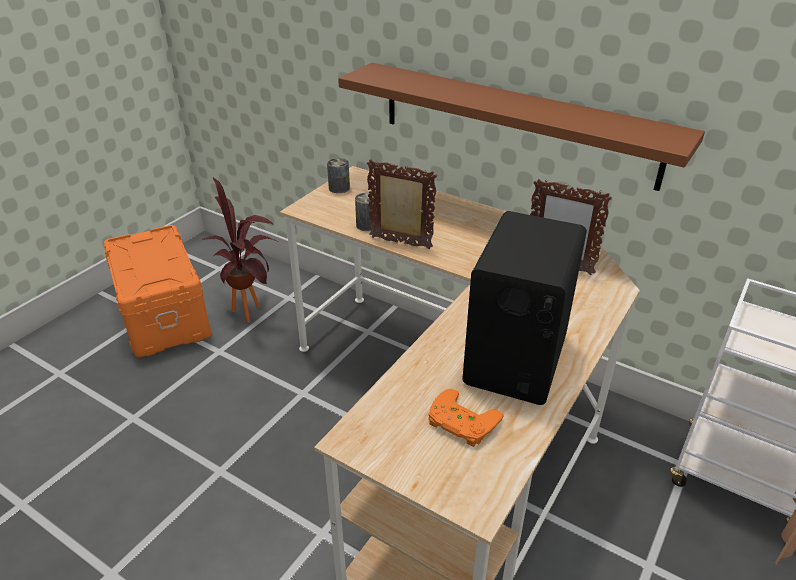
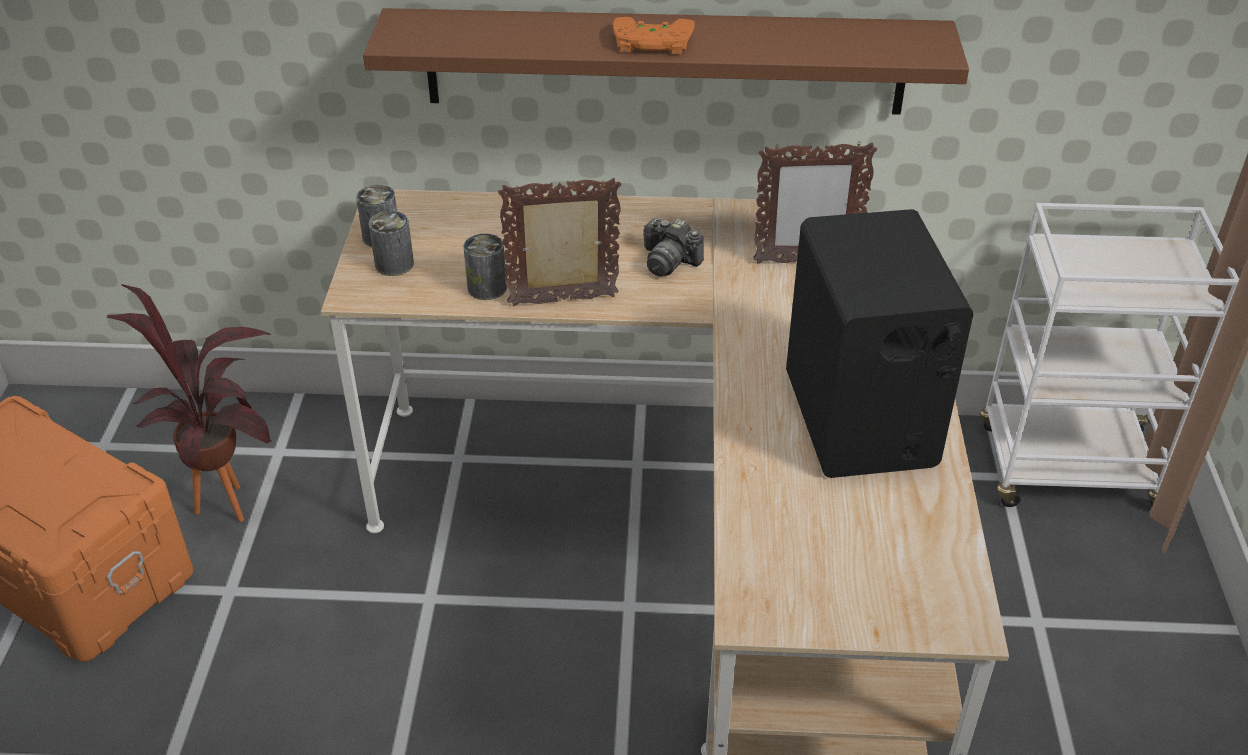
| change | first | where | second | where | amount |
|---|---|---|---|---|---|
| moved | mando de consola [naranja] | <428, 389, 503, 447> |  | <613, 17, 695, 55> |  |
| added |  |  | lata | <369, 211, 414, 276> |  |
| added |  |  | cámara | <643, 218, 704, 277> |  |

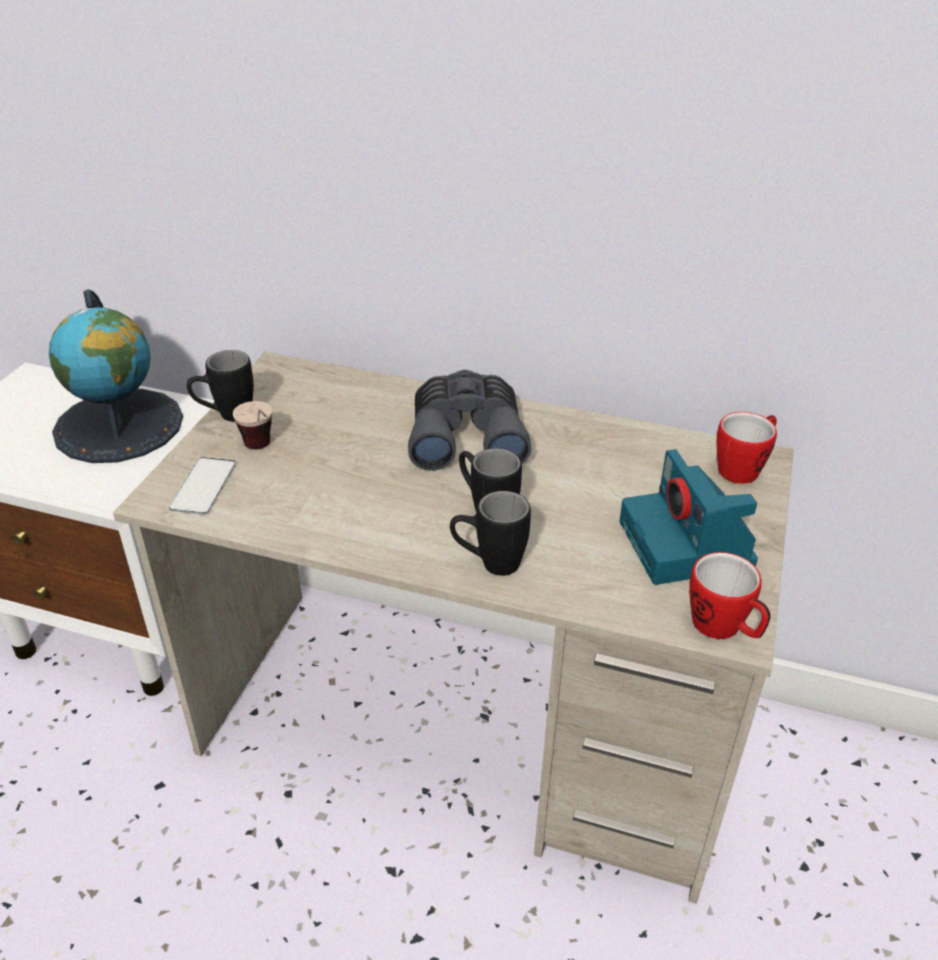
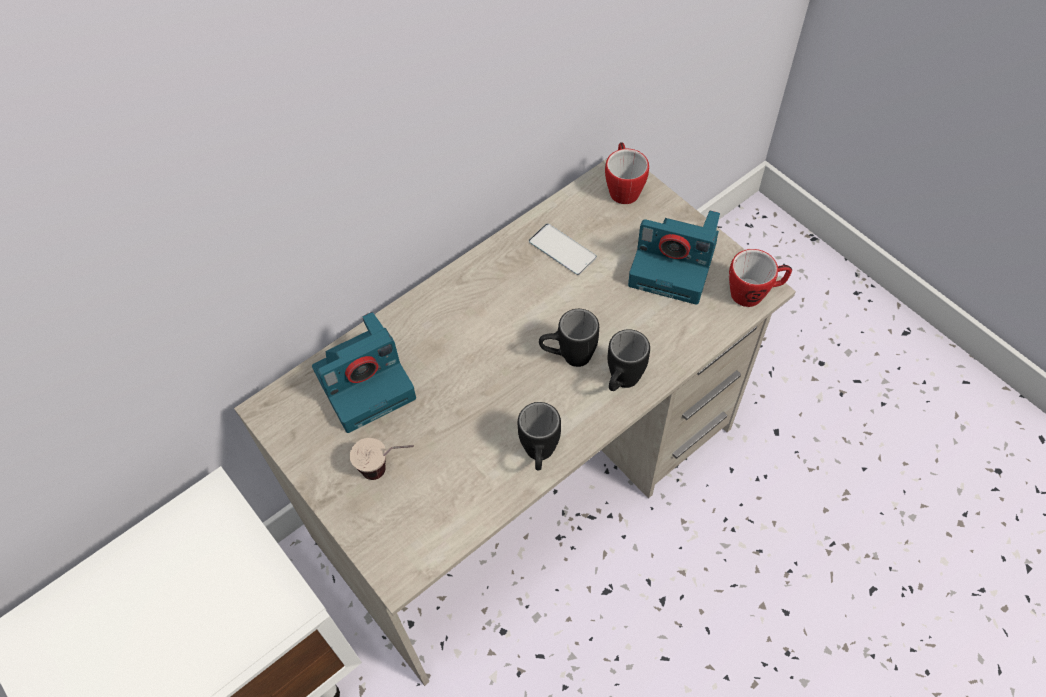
| change | first | where | second | where | amount |
|---|---|---|---|---|---|
| removed | globo terráqueo | <49, 289, 183, 463> |  |  |  |
| moved | móvil | <169, 457, 236, 514> |  | <529, 224, 597, 275> |  |
| moved | taza grande [negro] | <187, 350, 254, 422> |  | <518, 402, 561, 470> |  |
| removed | prismáticos [gris] | <408, 370, 532, 471> |  |  |  |
| added |  |  | cámara | <312, 312, 416, 433> |  |

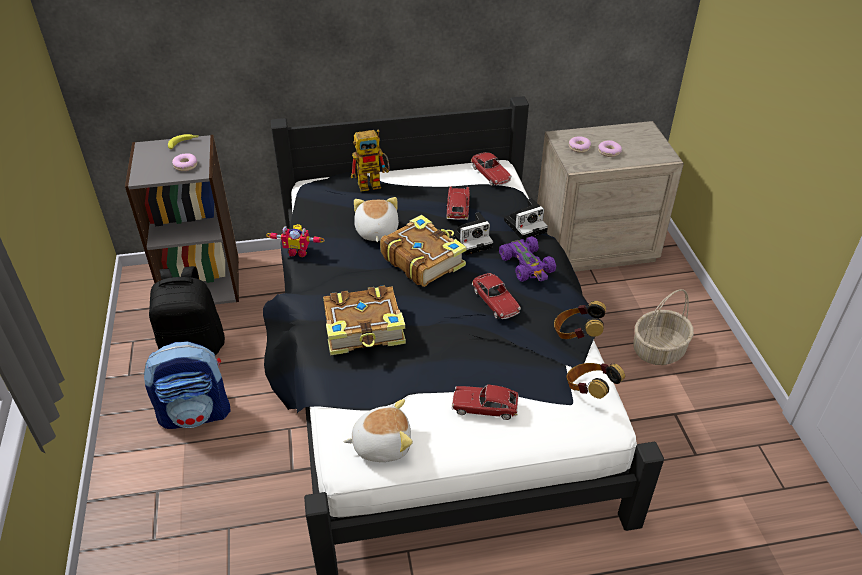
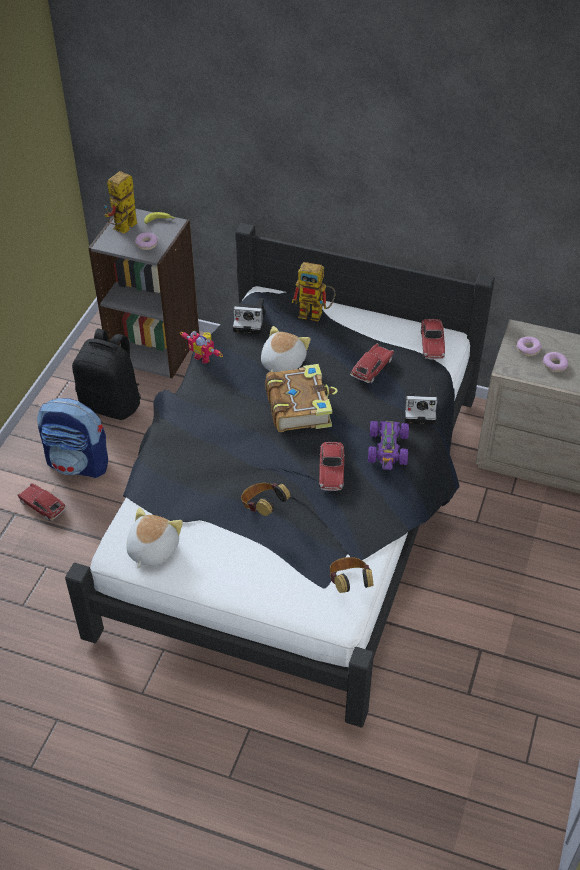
| change | first | where | second | where | amount |
|---|---|---|---|---|---|
| removed | libro | <323, 285, 406, 355> |  |  |  |
| turned | peluche | <344, 399, 413, 462> |  | <126, 508, 183, 569> | 90 degrees counterclockwise |
| moved | cámara | <452, 212, 493, 255> |  | <233, 298, 265, 334> |  |
| moved | coche de juguete | <452, 385, 519, 420> |  | <17, 483, 67, 521> |  |
| moved | auriculares | <554, 301, 606, 339> |  | <241, 483, 291, 516> |  |
| removed | cesta | <633, 289, 694, 365> |  |  |  |
| added |  |  | robot de juguete | <104, 171, 138, 233> |  |

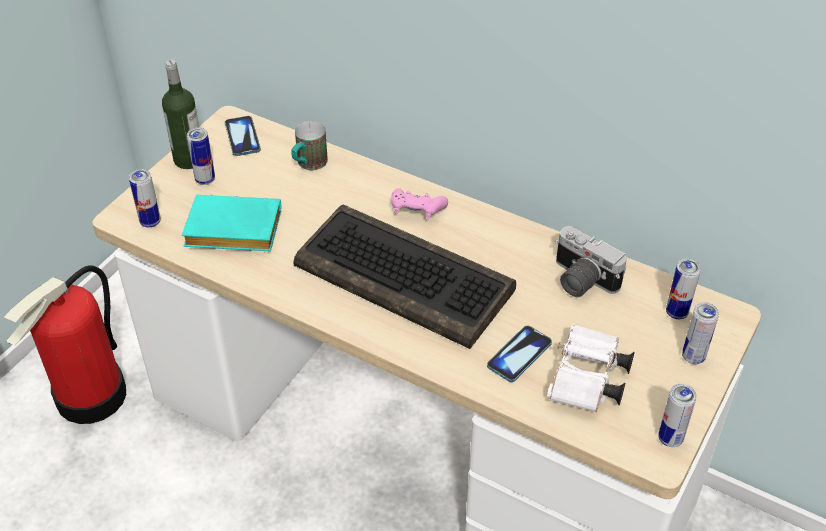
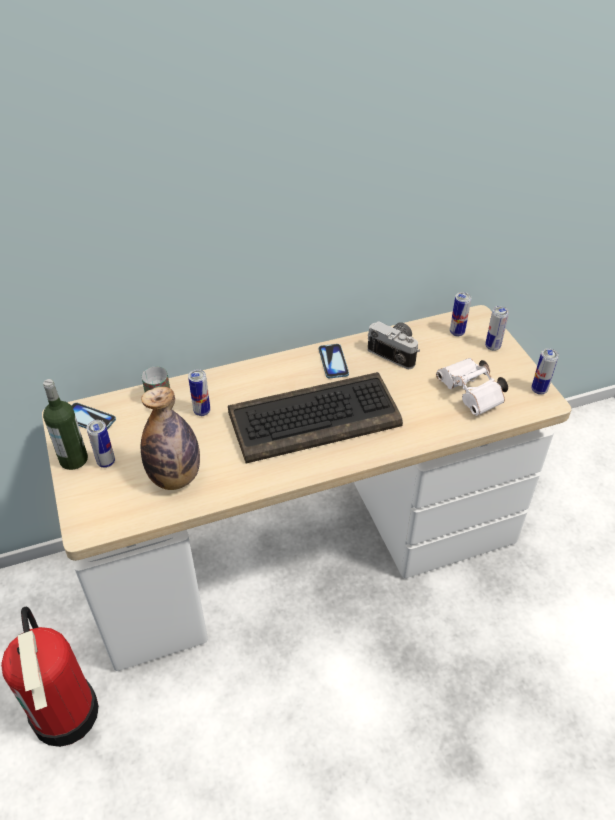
| change | first | where | second | where | amount |
|---|---|---|---|---|---|
| moved | lata | <129, 169, 161, 228> |  | <188, 369, 210, 416> |  |
| replaced | libro [turquesa] | <182, 195, 281, 252> | botella | <141, 387, 200, 490> |  |
| removed | mando de consola [rosa] | <391, 188, 448, 219> |  |  |  |
| moved | móvil | <487, 325, 552, 382> |  | <319, 344, 349, 378> |  |
| turned | cámara | <555, 226, 627, 297> |  | <368, 321, 420, 369> | 135 degrees counterclockwise |

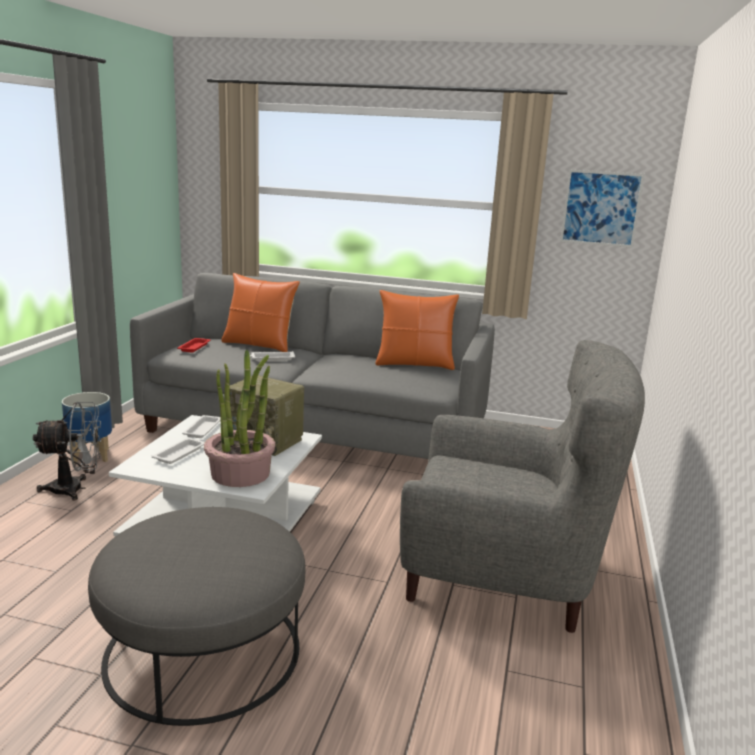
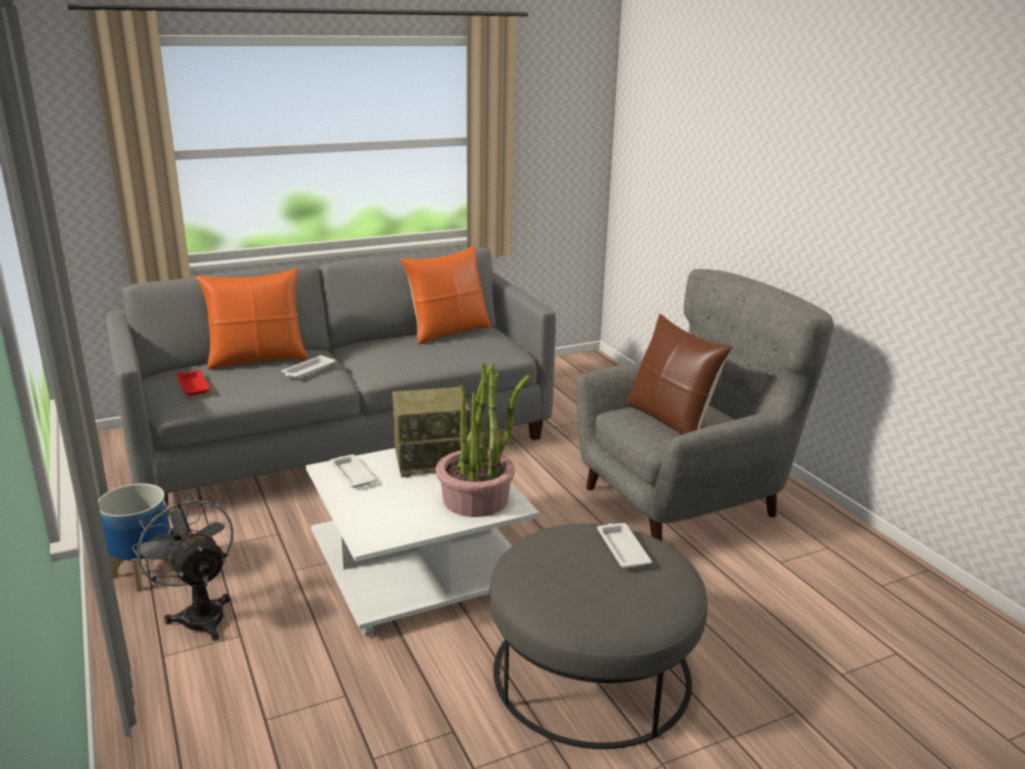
| change | first | where | second | where | amount |
|---|---|---|---|---|---|
| turned | ventilador [gris] | <33, 402, 102, 500> |  | <132, 493, 233, 641> | 75 degrees counterclockwise |
| moved | bandeja [blanco] | <152, 438, 205, 464> |  | <597, 523, 652, 568> |  |
| removed | cuadro | <560, 169, 645, 248> |  |  |  |
| added |  |  | cojín [marrón] | <626, 314, 732, 435> |  |

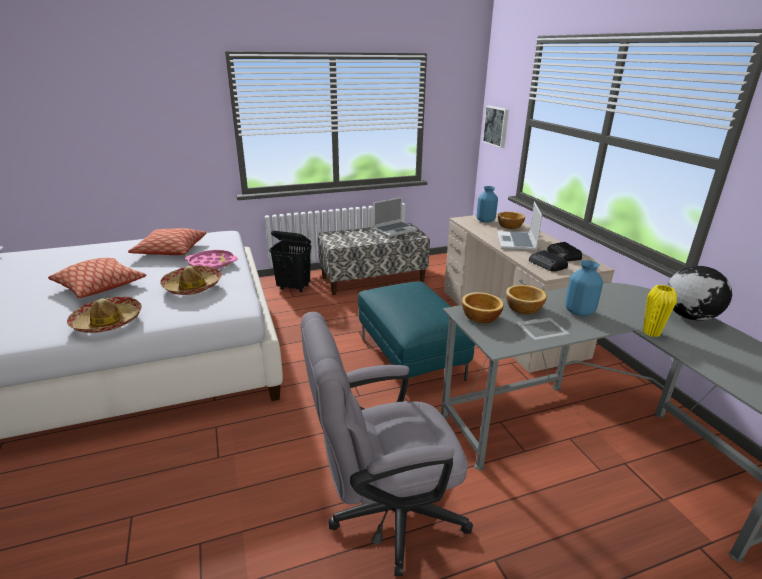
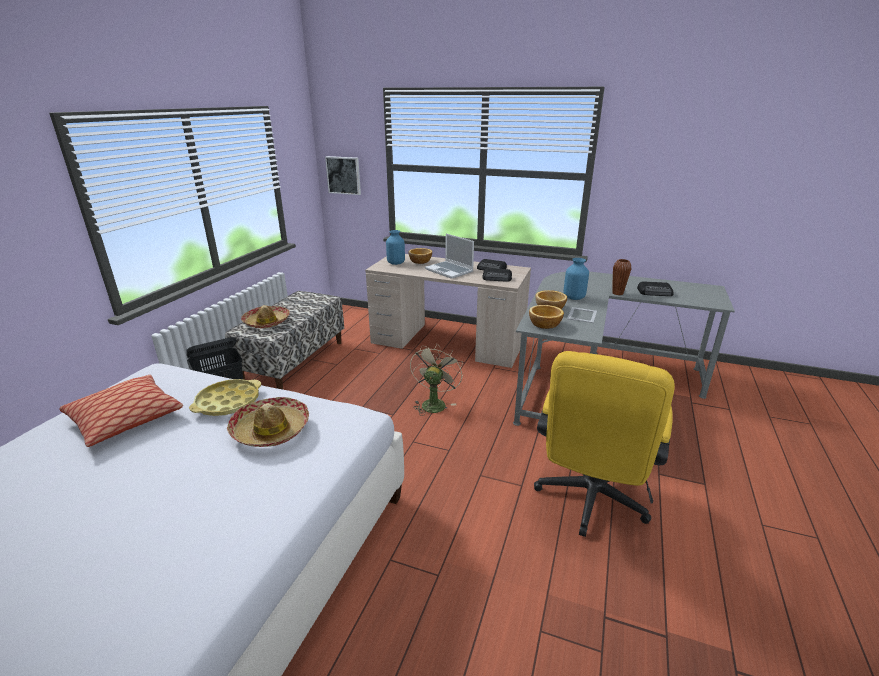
| change | first | where | second | where | amount |
|---|---|---|---|---|---|
| removed | cojín | <48, 258, 146, 298> |  |  |  |
| moved | sombrero | <67, 297, 142, 333> |  | <241, 305, 290, 328> |  |
| recoloured | bandeja [rosa] | <185, 250, 238, 270> | bandeja [amarillo] | <189, 379, 261, 416> |  |
| recoloured | silla de oficina [gris] | <301, 312, 473, 576> | silla de oficina [amarillo] | <534, 351, 675, 537> |  |
| replaced | puf [turquesa] | <358, 281, 475, 381> | ventilador [beis] | <410, 343, 463, 416> |  |
| removed | portátil | <373, 197, 417, 237> |  |  |  |
| recoloured | florero [amarillo] | <643, 285, 677, 337> | florero [marrón] | <612, 259, 631, 295> |  |
| removed | globo terráqueo | <667, 266, 732, 321> |  |  |  |
| added |  |  | radio | <637, 282, 674, 296> |  |

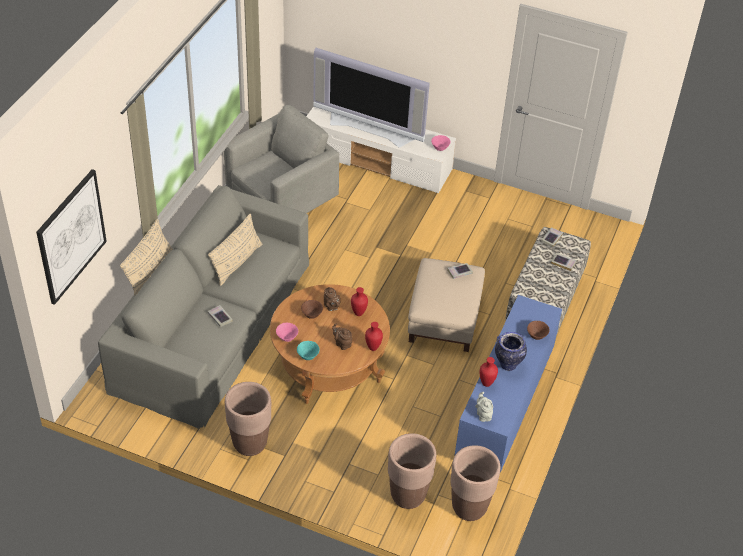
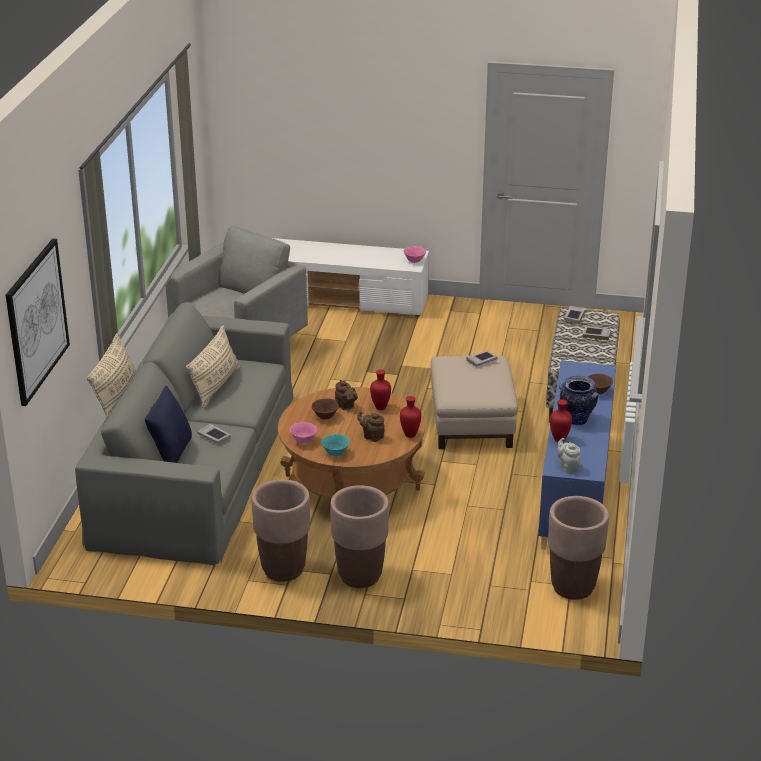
| change | first | where | second | where | amount |
|---|---|---|---|---|---|
| removed | televisor | <313, 48, 430, 147> |  |  |  |
| moved | maceta [marrón] | <388, 433, 436, 509> |  | <330, 485, 389, 588> |  |
| added |  |  | cojín [azul] | <144, 386, 192, 463> |  |

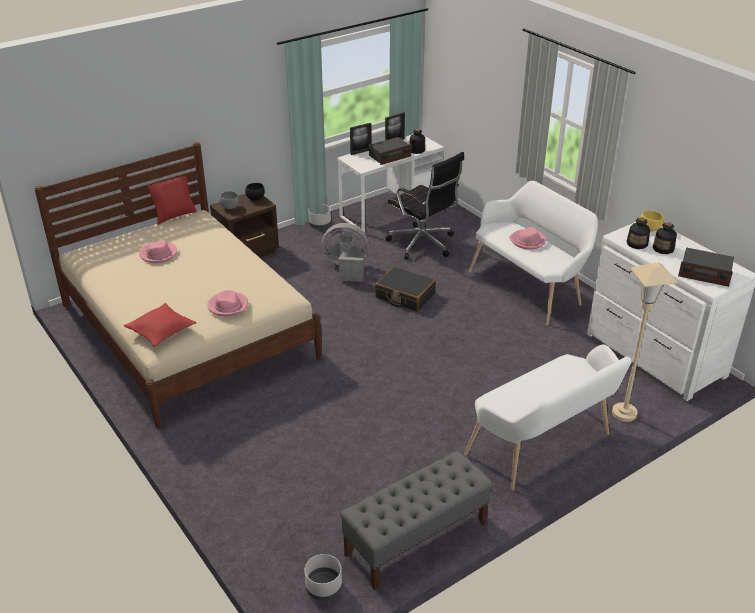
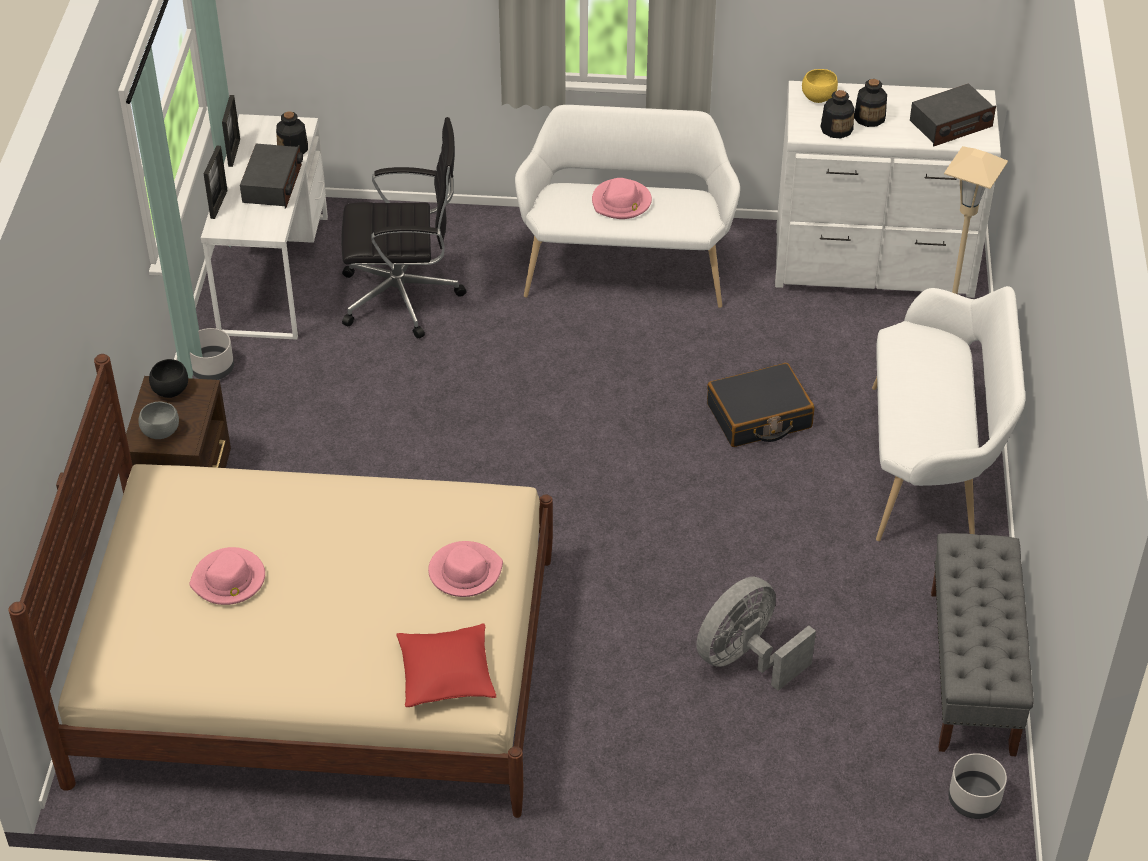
| change | first | where | second | where | amount |
|---|---|---|---|---|---|
| removed | cojín [rojo] | <147, 176, 197, 225> |  |  |  |
| moved | ventilador [gris] | <322, 223, 369, 282> |  | <696, 577, 816, 691> |  |
| moved | maleta [negro] | <375, 266, 436, 312> |  | <707, 363, 814, 447> |  |

